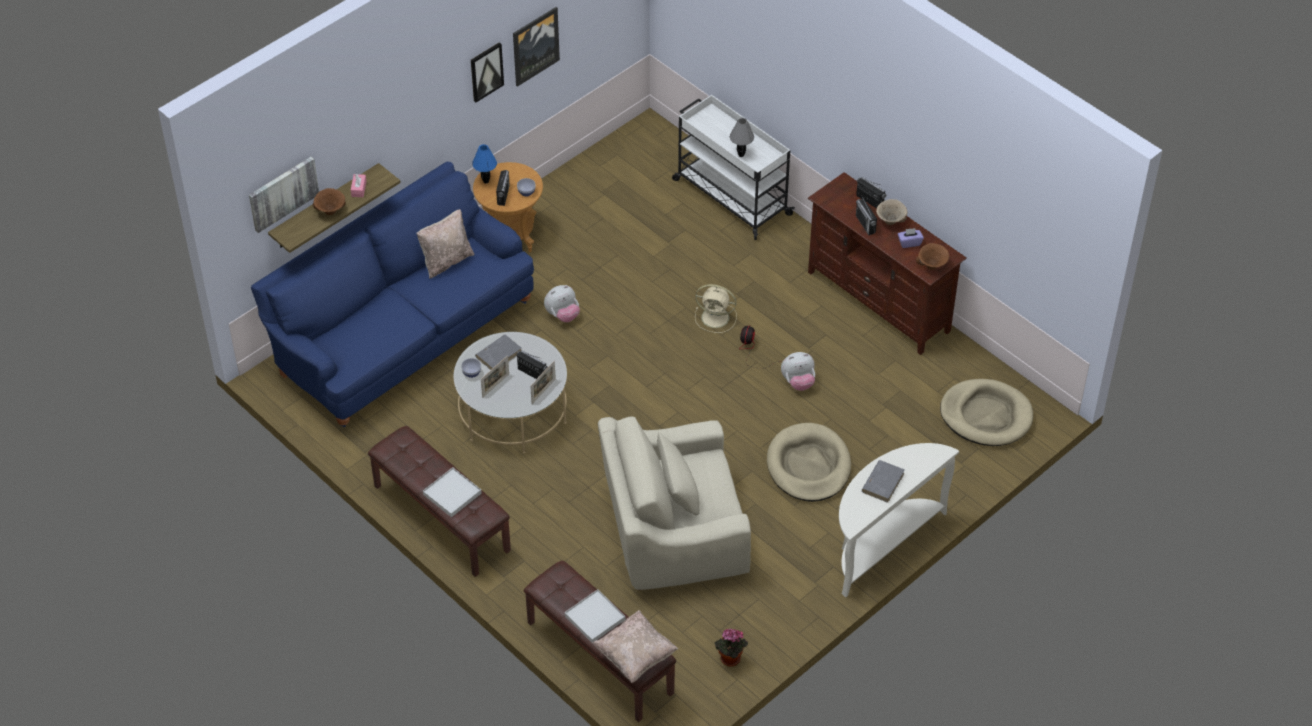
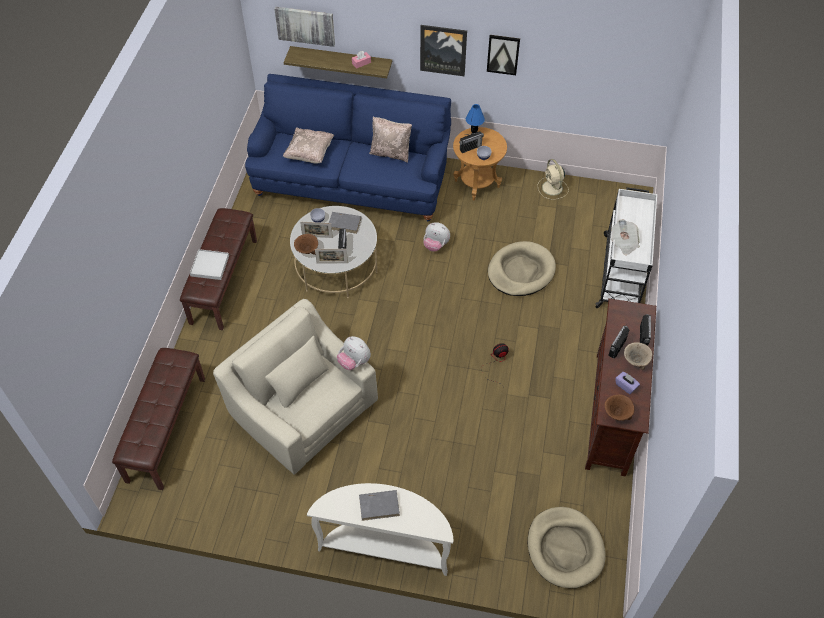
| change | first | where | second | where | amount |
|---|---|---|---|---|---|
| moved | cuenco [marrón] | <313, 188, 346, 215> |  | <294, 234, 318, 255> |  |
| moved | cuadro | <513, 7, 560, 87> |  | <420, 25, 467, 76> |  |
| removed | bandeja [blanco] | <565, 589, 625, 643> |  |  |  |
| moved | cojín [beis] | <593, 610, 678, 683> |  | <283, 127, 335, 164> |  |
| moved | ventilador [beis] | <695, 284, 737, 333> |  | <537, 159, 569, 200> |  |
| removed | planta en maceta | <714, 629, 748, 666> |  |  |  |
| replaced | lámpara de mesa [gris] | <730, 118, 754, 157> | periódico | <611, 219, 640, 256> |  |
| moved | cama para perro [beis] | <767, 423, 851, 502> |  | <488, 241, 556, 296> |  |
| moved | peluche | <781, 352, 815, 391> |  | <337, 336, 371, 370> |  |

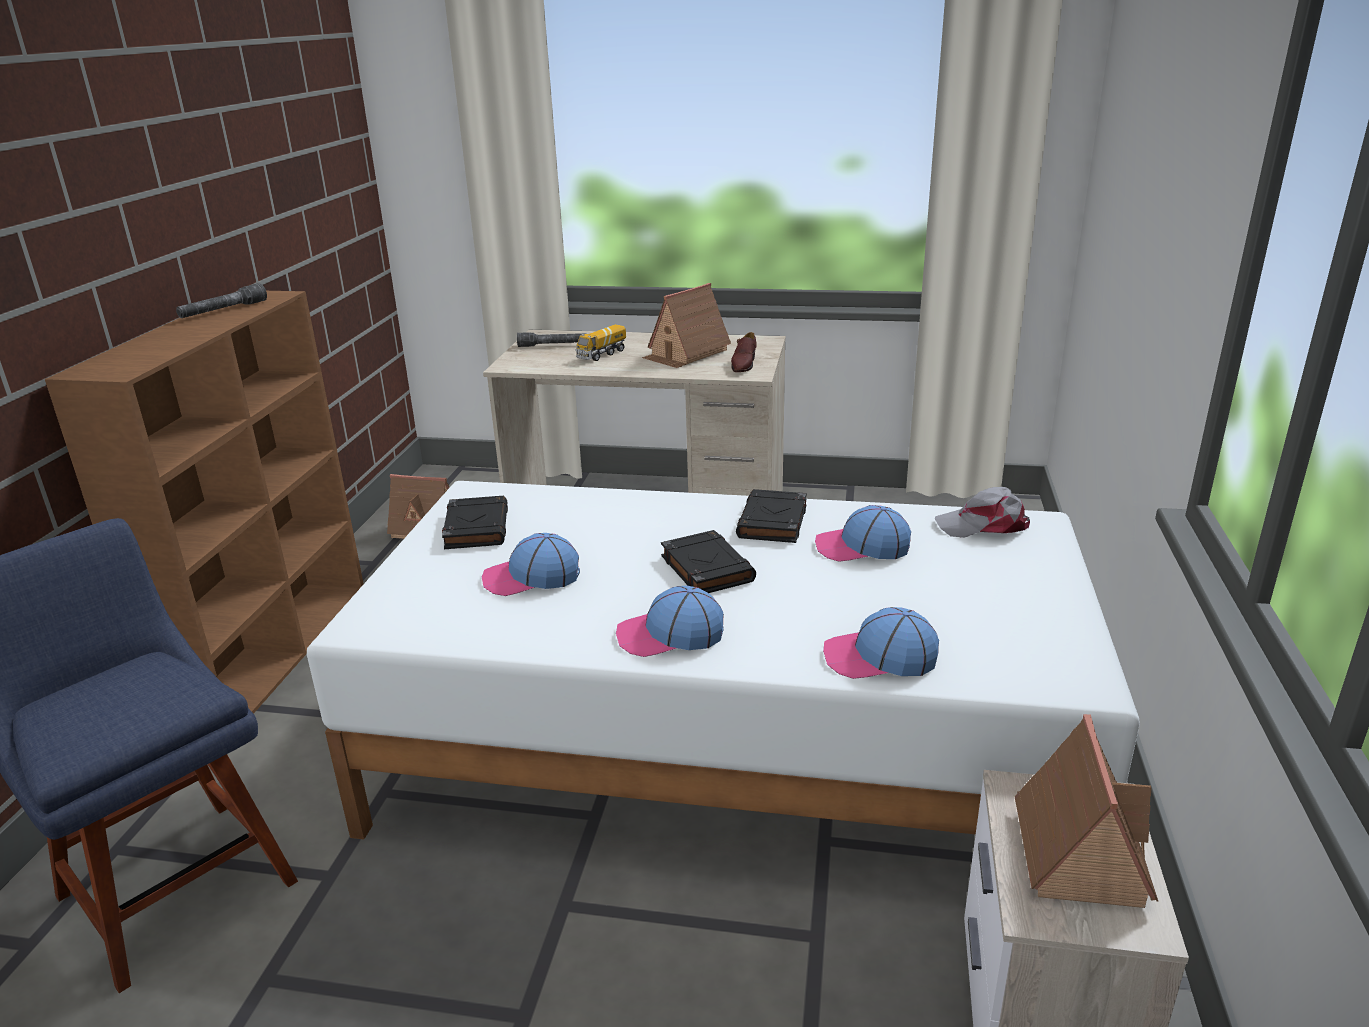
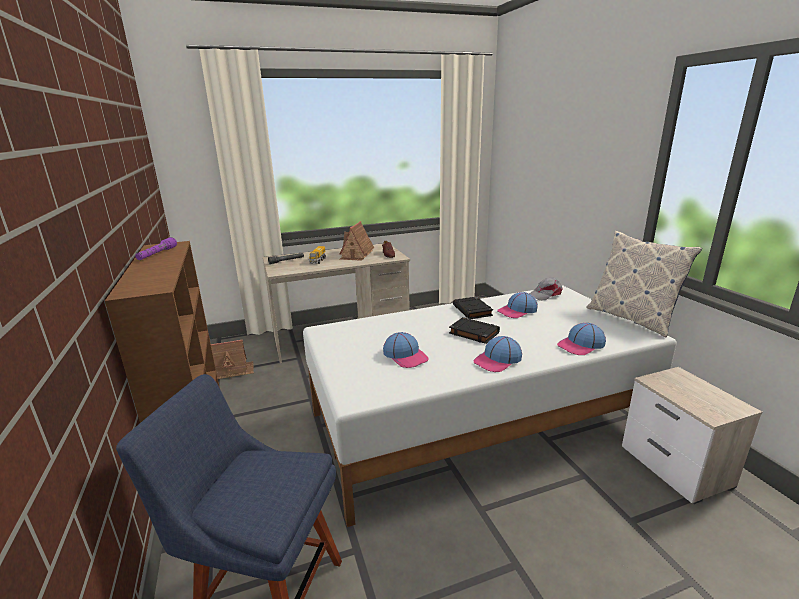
| change | first | where | second | where | amount |
|---|---|---|---|---|---|
| recoloured | linterna [gris] | <176, 283, 267, 318> | linterna [morado] | <135, 237, 177, 260> |  |
| removed | libro [negro] | <442, 496, 508, 549> |  |  |  |
| turned | gorra | <482, 533, 580, 596> |  | <383, 332, 429, 368> | 90 degrees counterclockwise |
| removed | casita | <1014, 714, 1158, 908> |  |  |  |
| added |  |  | cojín | <586, 231, 702, 338> |  |

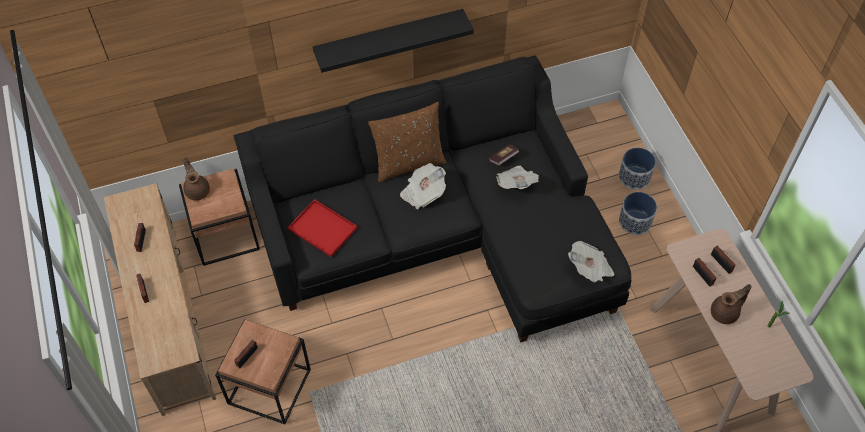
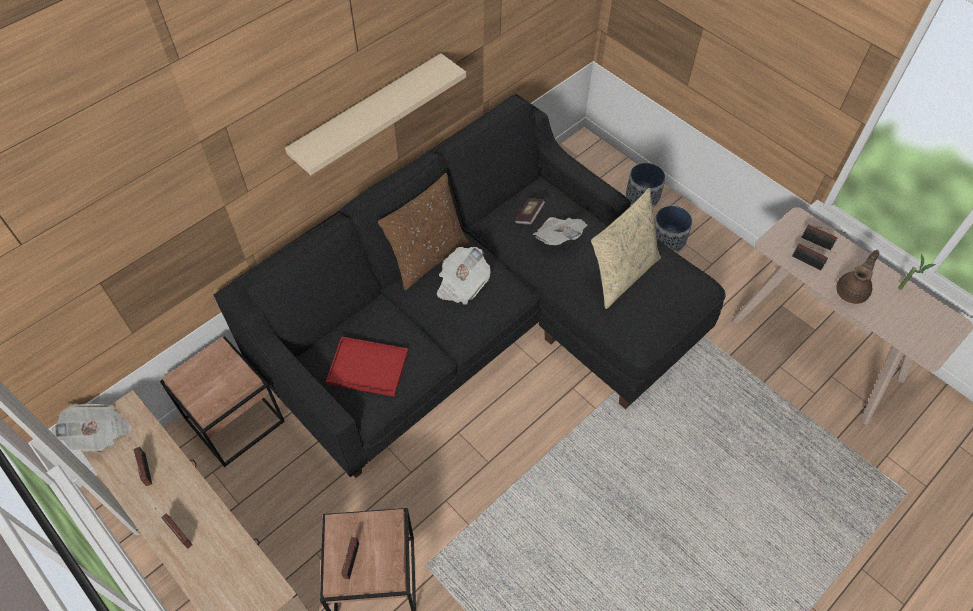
| change | first | where | second | where | amount |
|---|---|---|---|---|---|
| removed | tetera [marrón] | <183, 157, 210, 201> |  |  |  |
| recoloured | estante [negro] | <313, 9, 474, 73> | estante [beis] | <285, 53, 466, 175> |  |
| moved | periódico | <568, 241, 615, 282> |  | <52, 404, 133, 452> |  |
| added |  |  | cojín [beis] | <591, 188, 661, 309> |  |

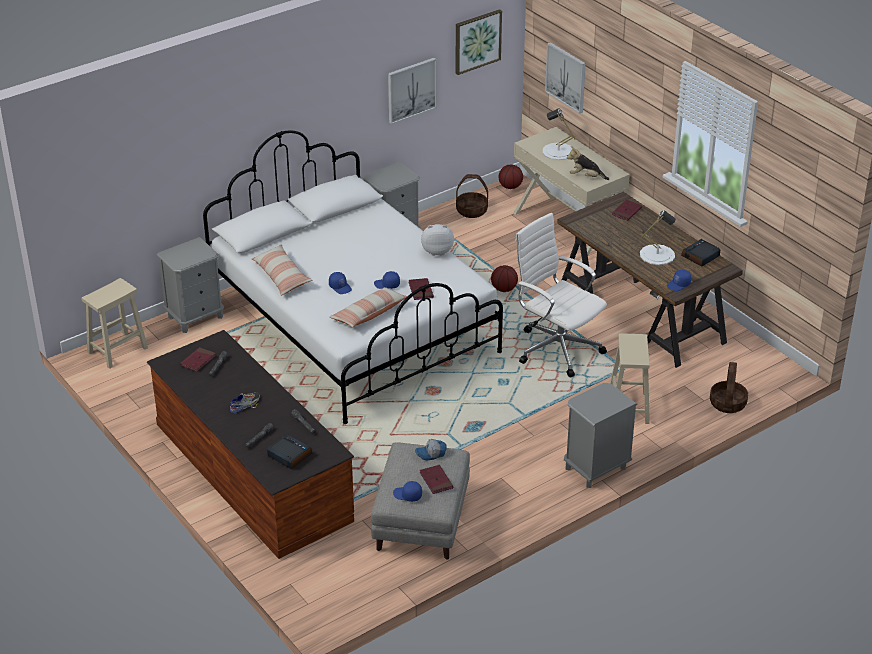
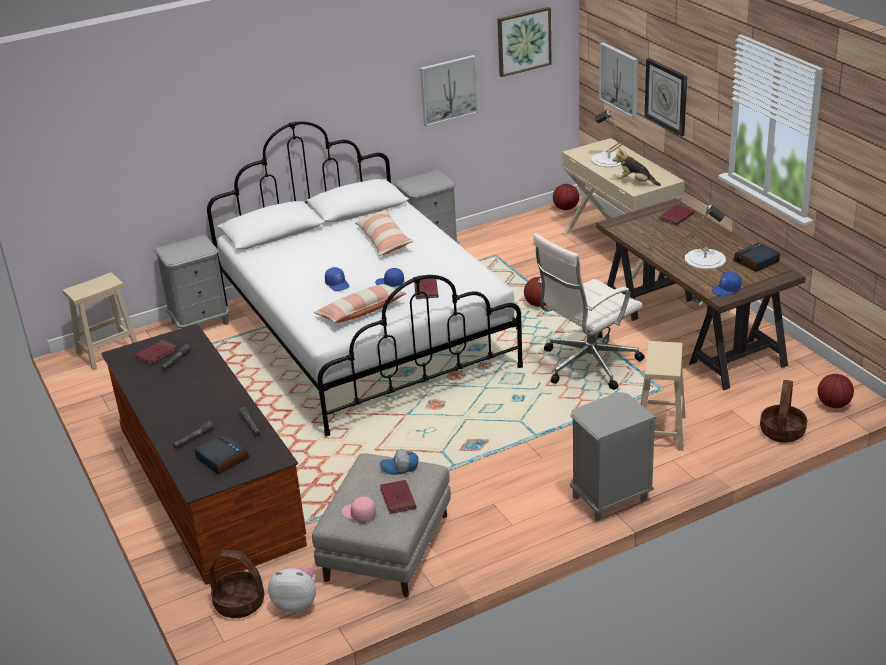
| change | first | where | second | where | amount |
|---|---|---|---|---|---|
| removed | zapato | <230, 392, 260, 413> |  |  |  |
| moved | cojín | <252, 244, 312, 296> |  | <355, 209, 414, 256> |  |
| recoloured | gorra [azul] | <393, 481, 422, 502> | gorra [rosa] | <342, 496, 376, 522> |  |
| moved | peluche | <421, 224, 454, 256> |  | <268, 566, 316, 613> |  |
| moved | cesta | <456, 174, 488, 218> |  | <209, 550, 264, 618> |  |
| turned | silla de oficina [blanco] | <515, 213, 607, 377> |  | <533, 233, 645, 390> | 90 degrees counterclockwise |
| added |  |  | reloj de pared | <645, 58, 687, 137> |  |
| added |  |  | balón de baloncesto | <818, 374, 854, 408> |  |

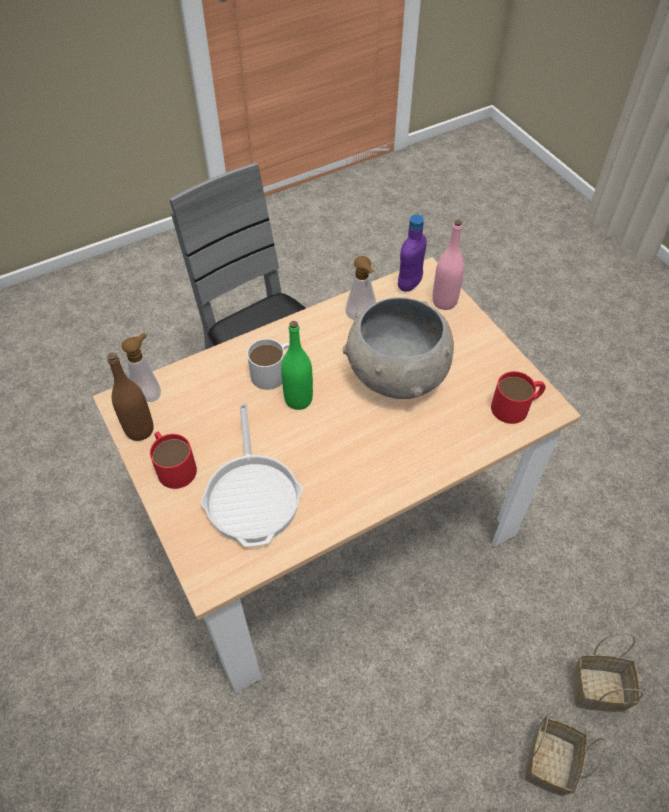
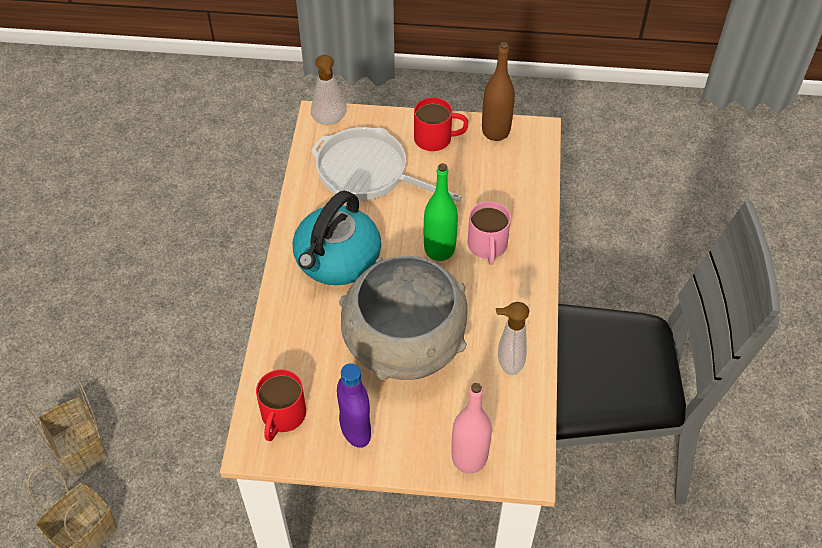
| change | first | where | second | where | amount |
|---|---|---|---|---|---|
| moved | dispensador de jabón | <122, 333, 161, 402> |  | <311, 55, 347, 125> |  |
| recoloured | taza grande [blanco] | <247, 339, 290, 390> | taza grande [rosa] | <468, 201, 511, 265> |  |
| moved | botella [morado] | <398, 214, 427, 292> |  | <337, 363, 371, 448> |  |
| added |  |  | hervidor | <292, 191, 381, 285> |  |

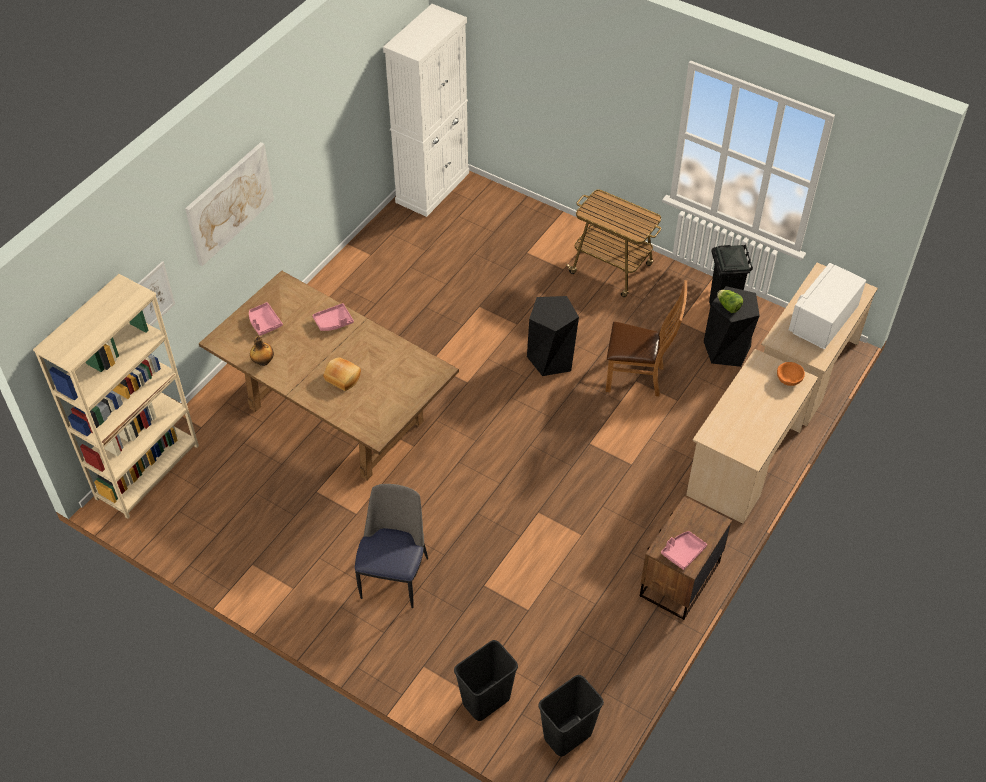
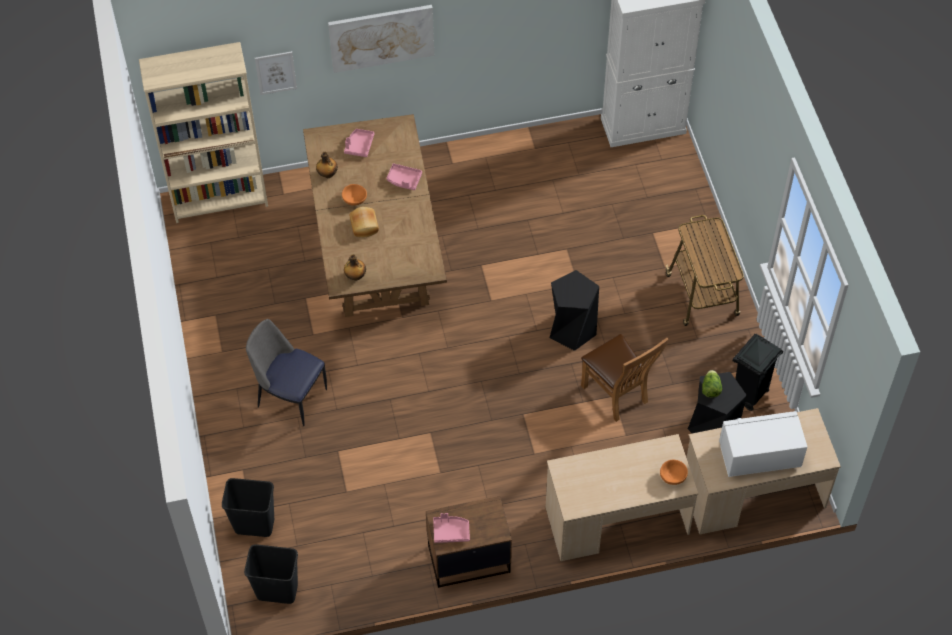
| change | first | where | second | where | amount |
|---|---|---|---|---|---|
| turned | silla | <355, 484, 428, 608> |  | <246, 319, 327, 426> | 120 degrees counterclockwise |
| added |  |  | cuenco [naranja] | <342, 184, 367, 206> |  |
| added |  |  | botella | <344, 254, 366, 281> |  |

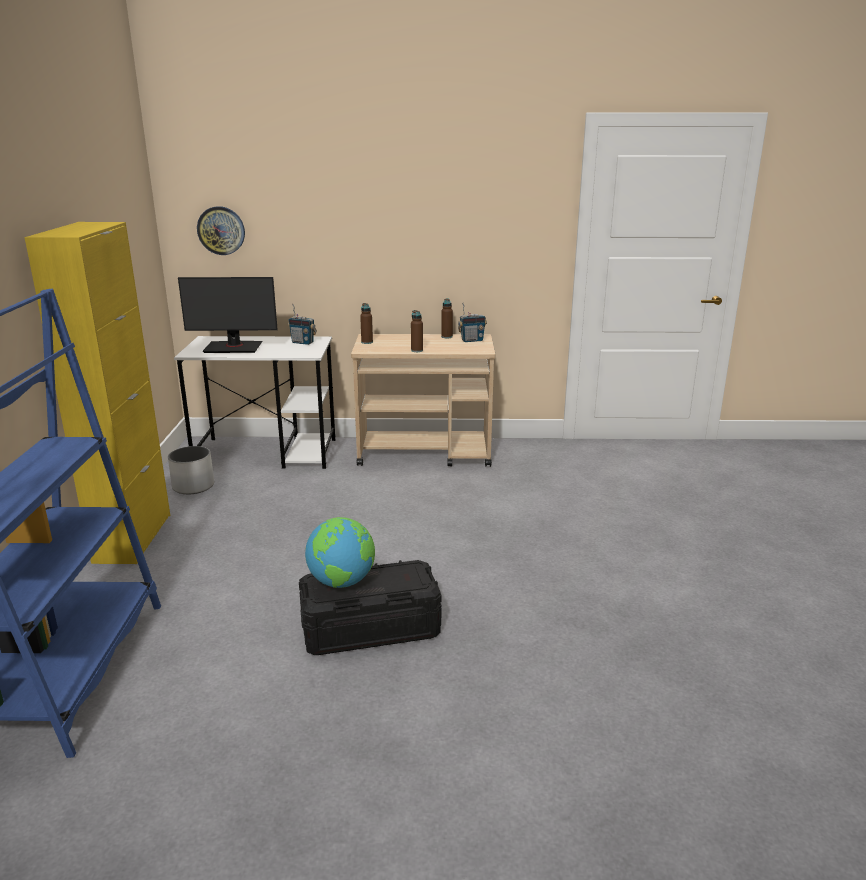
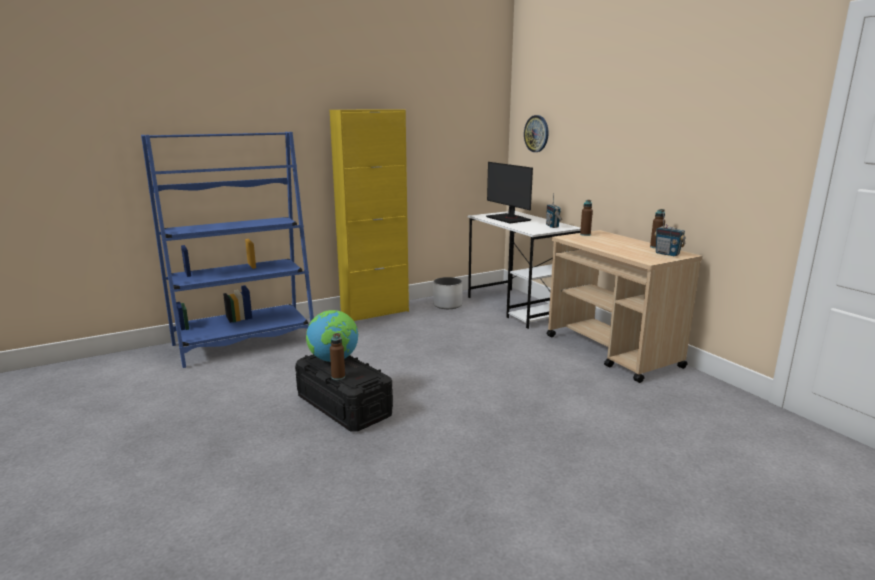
| change | first | where | second | where | amount |
|---|---|---|---|---|---|
| moved | botella [marrón] | <411, 310, 423, 352> |  | <330, 333, 345, 380> |  |

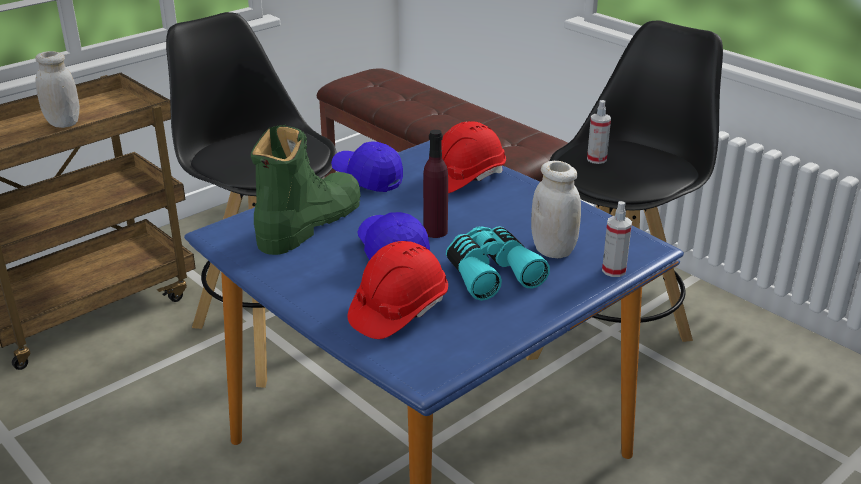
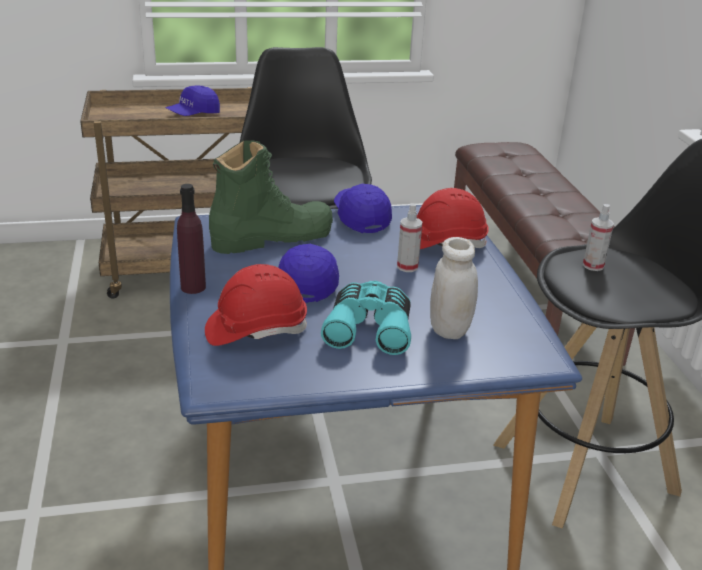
| change | first | where | second | where | amount |
|---|---|---|---|---|---|
| replaced | tarro [blanco] | <35, 51, 79, 128> | gorra [azul] | <165, 86, 220, 116> |  |
| moved | botella [morado] | <423, 130, 448, 238> |  | <177, 184, 206, 294> |  |
| moved | pulverizador | <602, 201, 632, 277> |  | <397, 203, 423, 272> |  |

